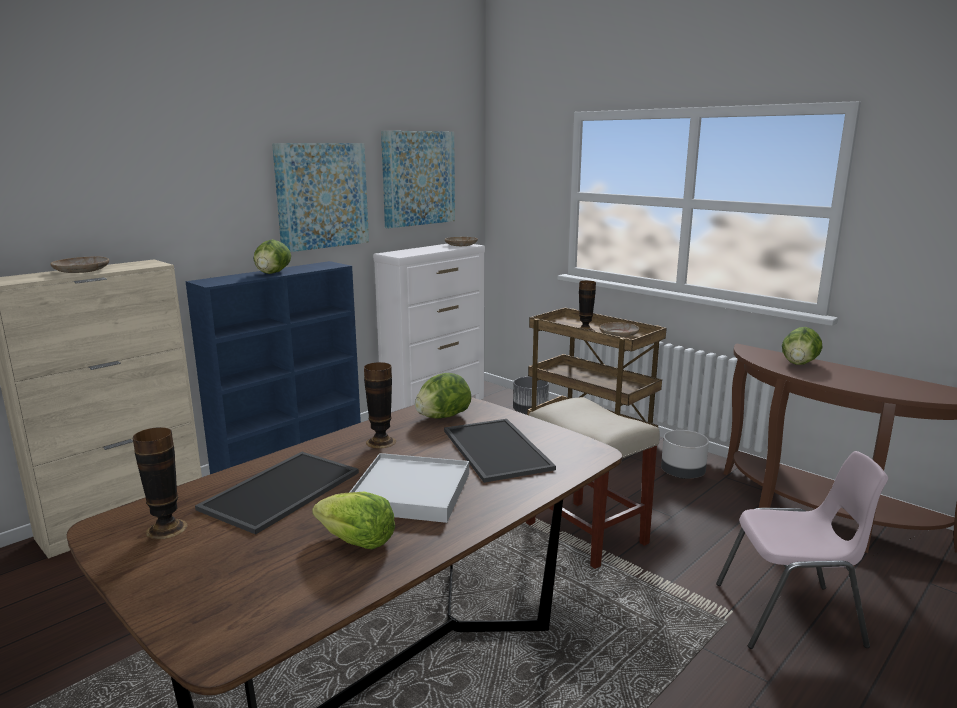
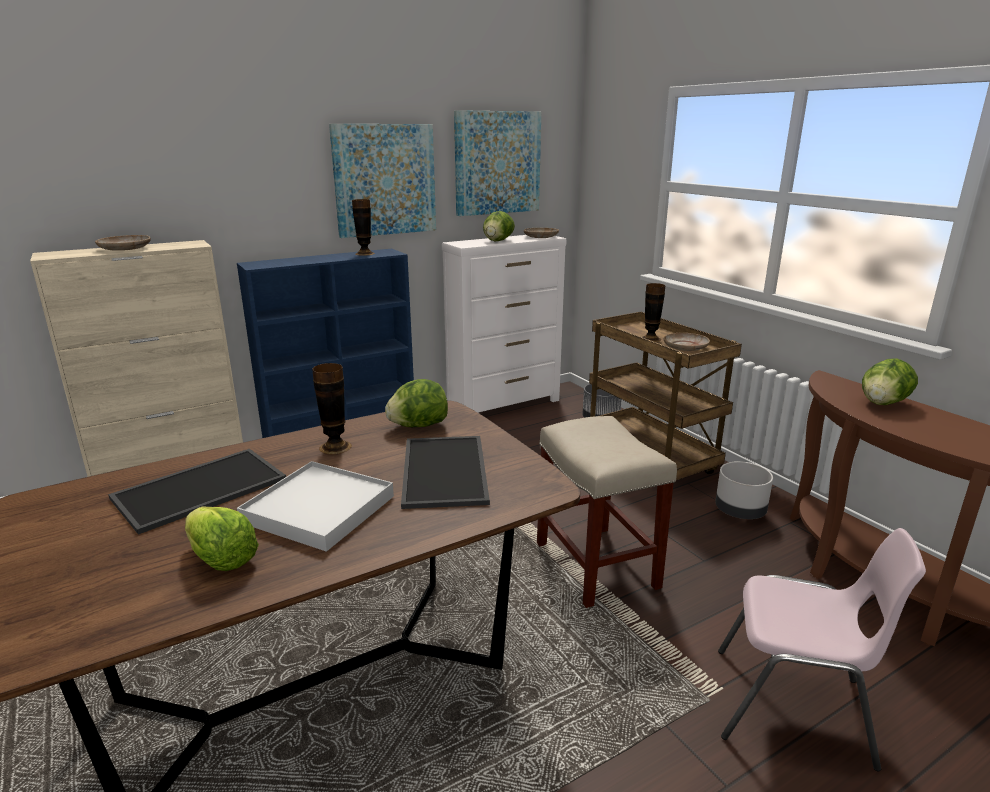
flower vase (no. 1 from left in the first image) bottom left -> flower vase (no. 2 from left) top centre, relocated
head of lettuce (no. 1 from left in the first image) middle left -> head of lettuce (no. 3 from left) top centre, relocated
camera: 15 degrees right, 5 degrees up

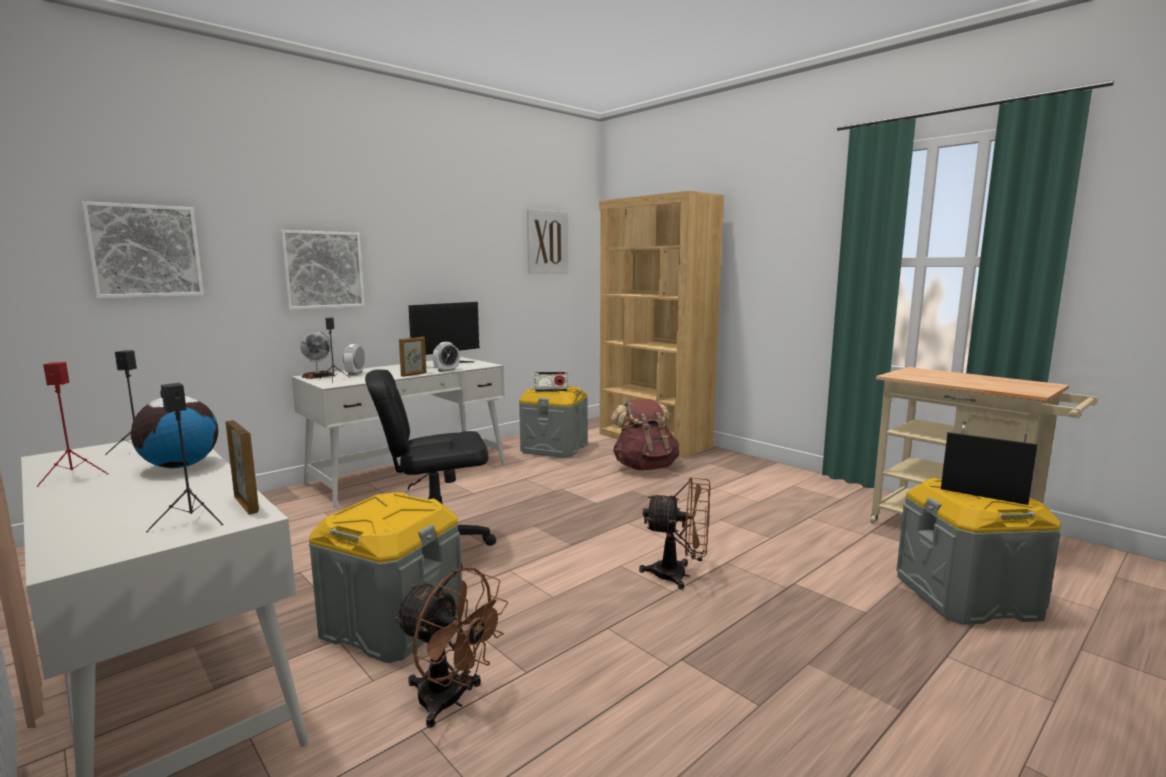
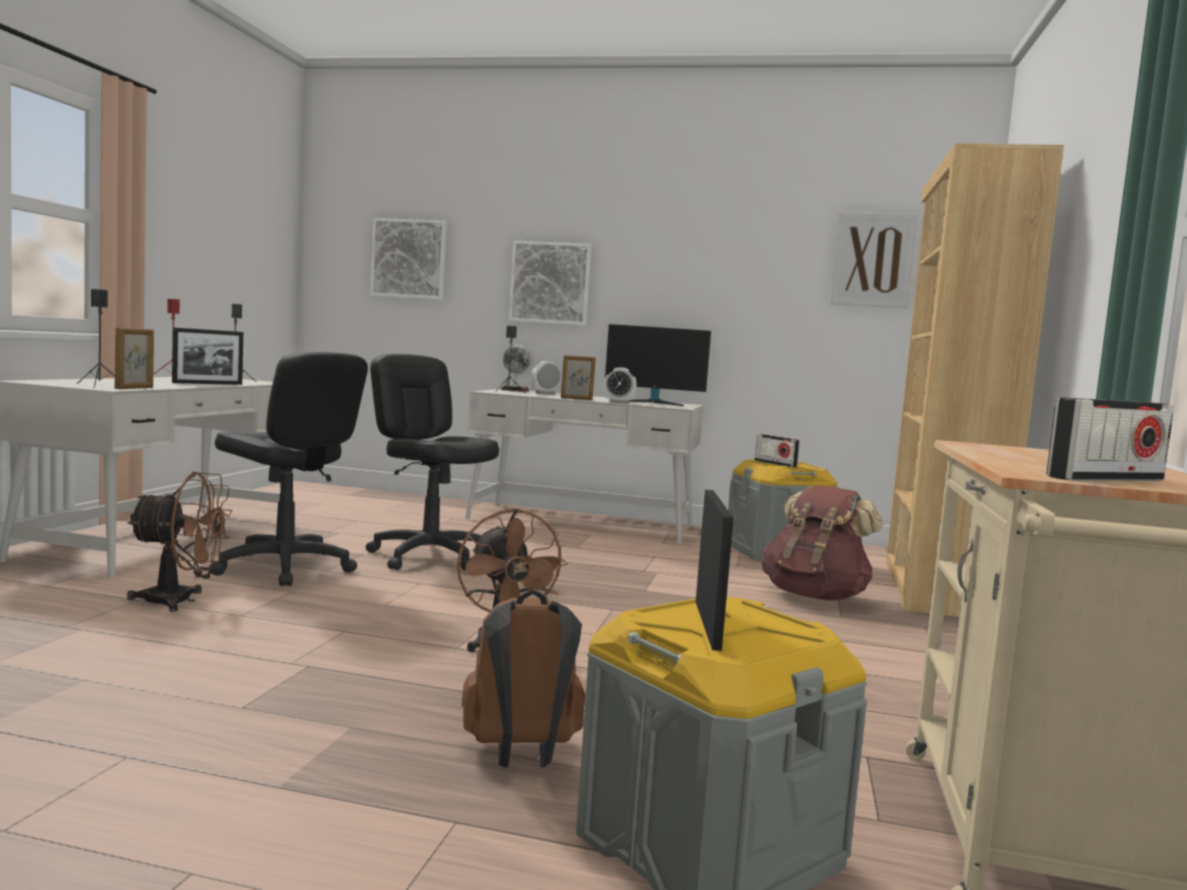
none -> rucksack/brown-coloured (no. 1 from left) bottom centre
none -> radio set (no. 2 from left) middle right
desk globe (no. 1 from left) middle left -> picture frame (no. 2 from left) middle left
storage container/greyish (no. 1 from left) bottom left -> desk chair/black-coloured (no. 1 from left) middle left
cooling fan/brown-coloured (no. 1 from left) bottom centre -> cooling fan/brown-coloured (no. 1 from left) middle left, 90 degrees counterclockwise
camera: 55 degrees right, 5 degrees down

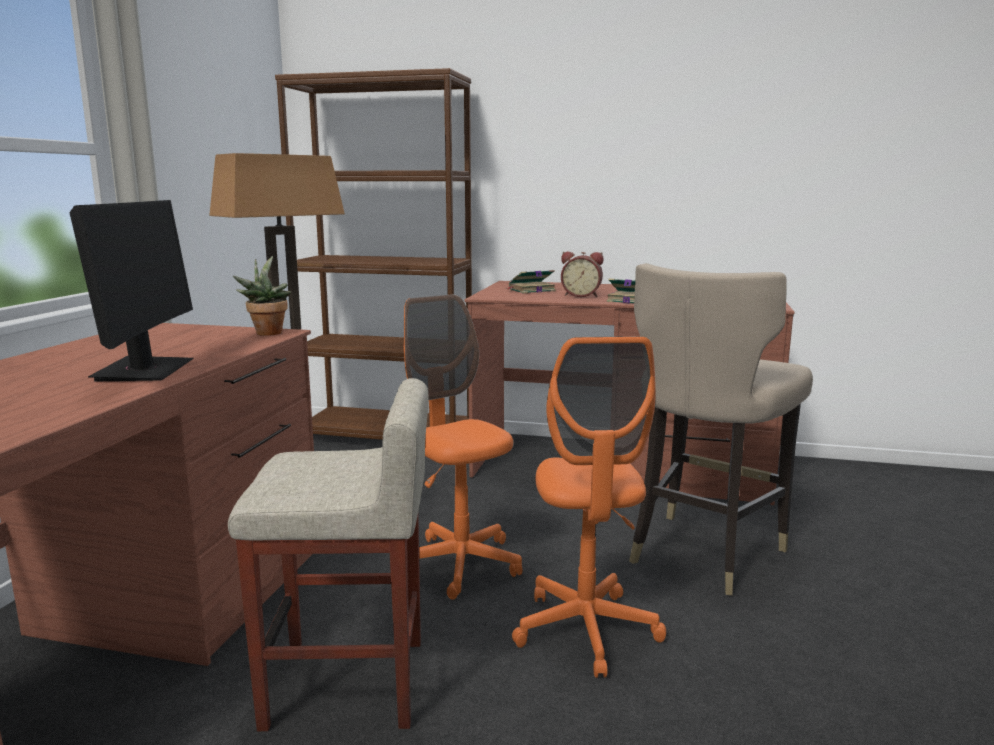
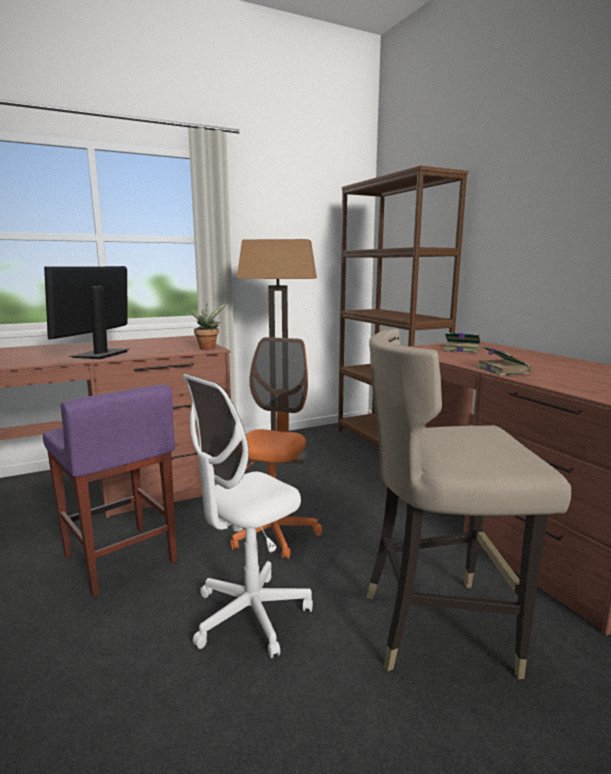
table clock centre -> none
sitting stool/beige-coloured (no. 1 from left) bottom left -> sitting stool/purple-coloured middle left
desk chair/orangey (no. 2 from left) bottom centre -> desk chair/white bottom centre
computer display middle left, 150 degrees clockwise
camera: 50 degrees right, 0 degrees up

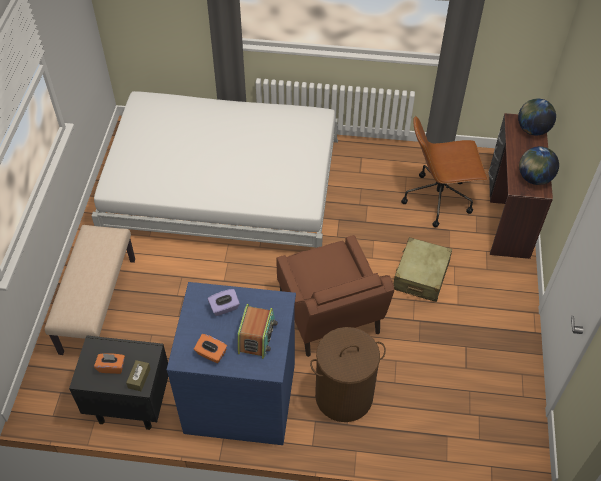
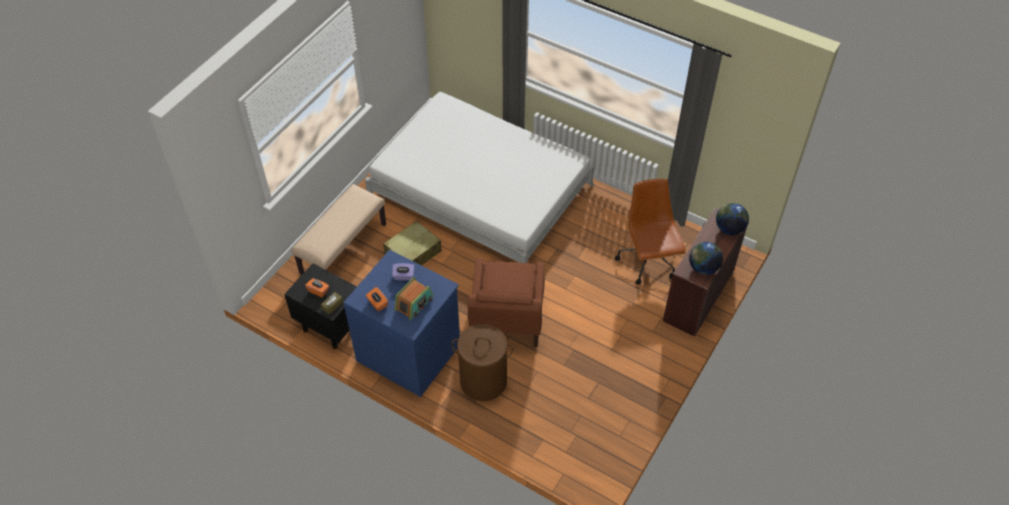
suitcase/beige-coloured middle right -> suitcase/beige-coloured centre, relocated
desk chair/brown-coloured middle right -> desk chair/brown-coloured centre, 60 degrees clockwise
camera: 25 degrees right, 0 degrees up

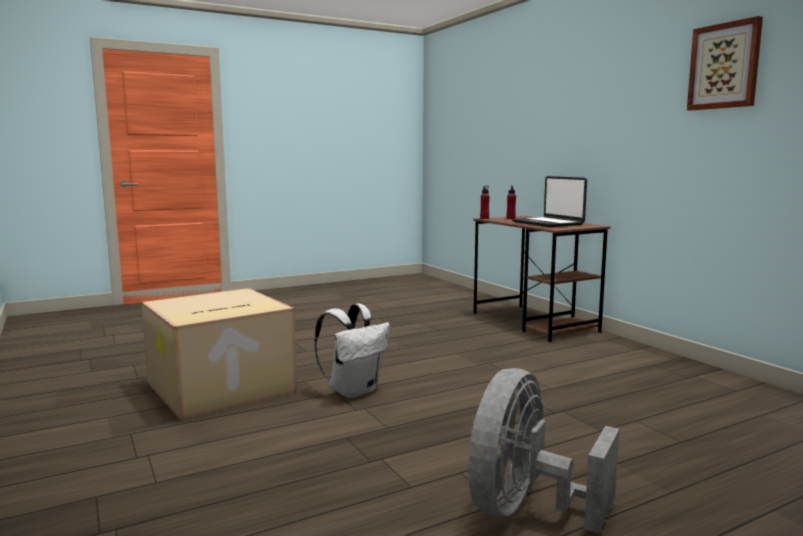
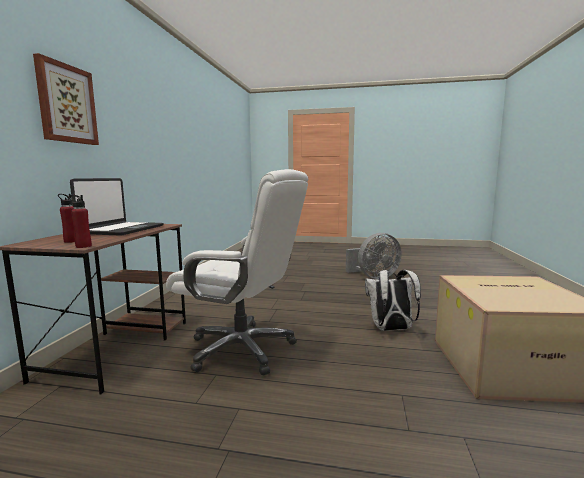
none -> desk chair/white centre
wall picture top right -> wall picture top left, relocated
camera: 140 degrees left, 0 degrees up

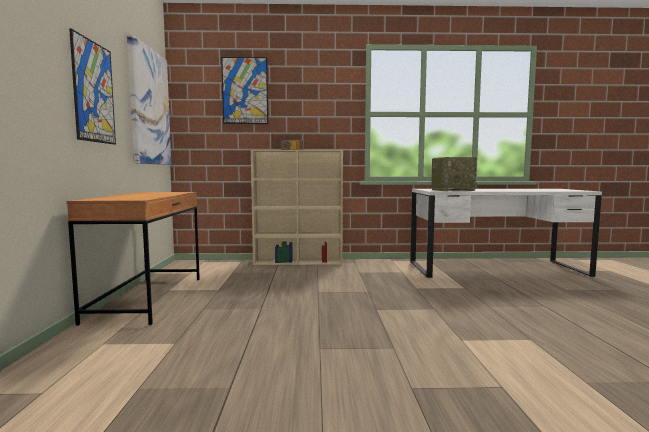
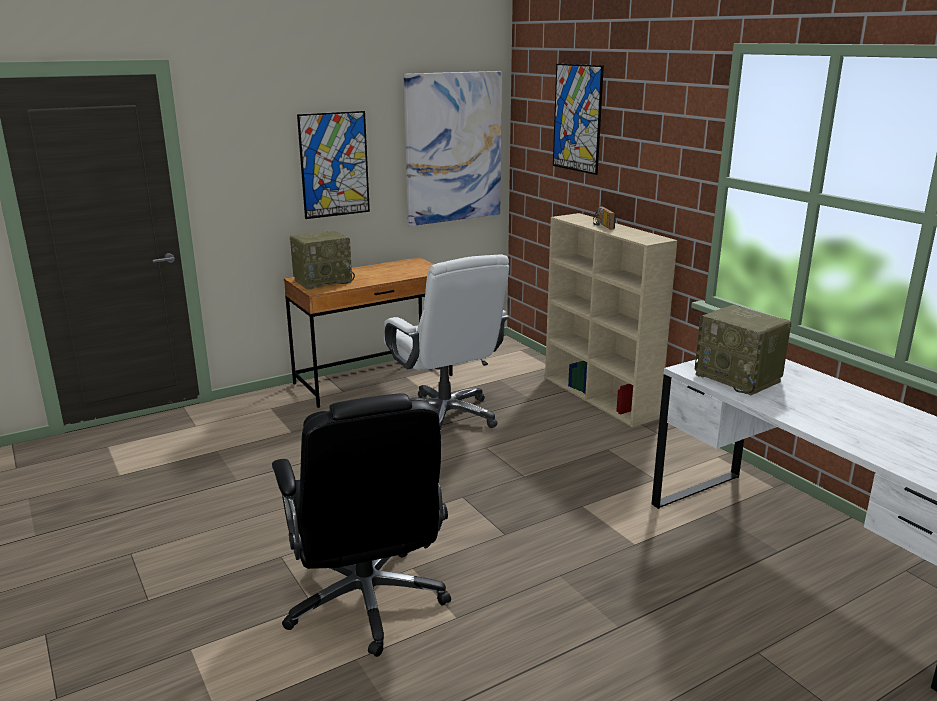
none -> desk chair/black-coloured bottom centre
none -> radio set (no. 1 from left) centre
none -> desk chair/white centre
camera: 60 degrees right, 15 degrees up

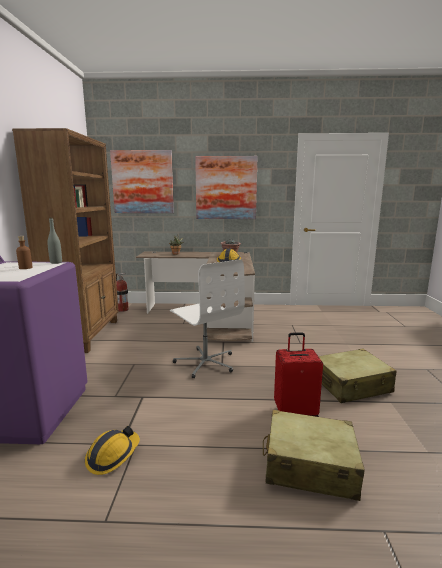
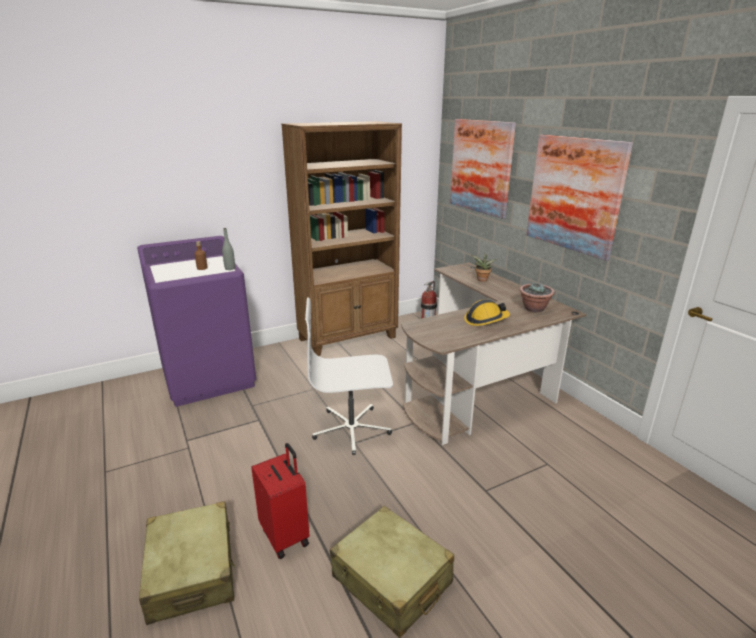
safety helmet (no. 1 from left) bottom left -> none
desk chair/white centre, 60 degrees clockwise
camera: 60 degrees right, 10 degrees up

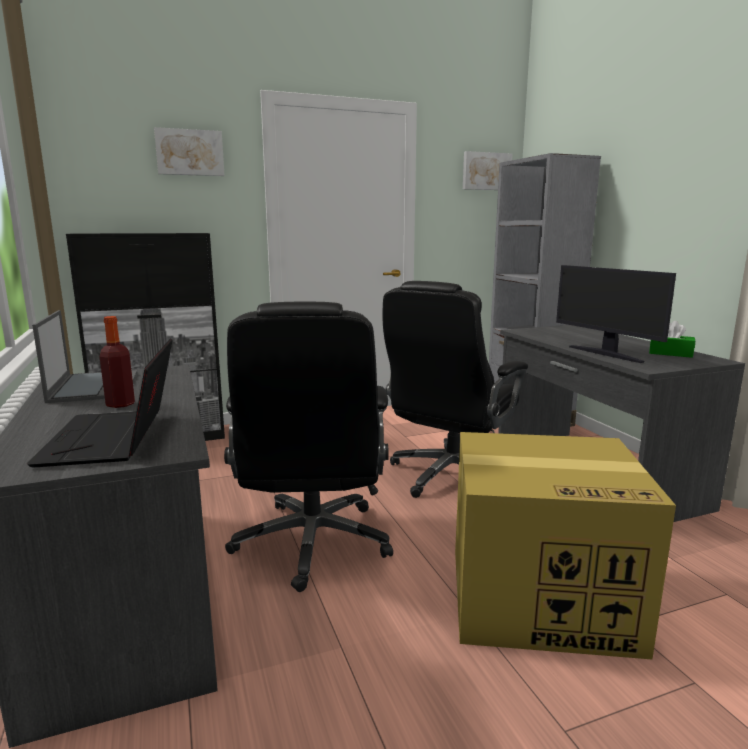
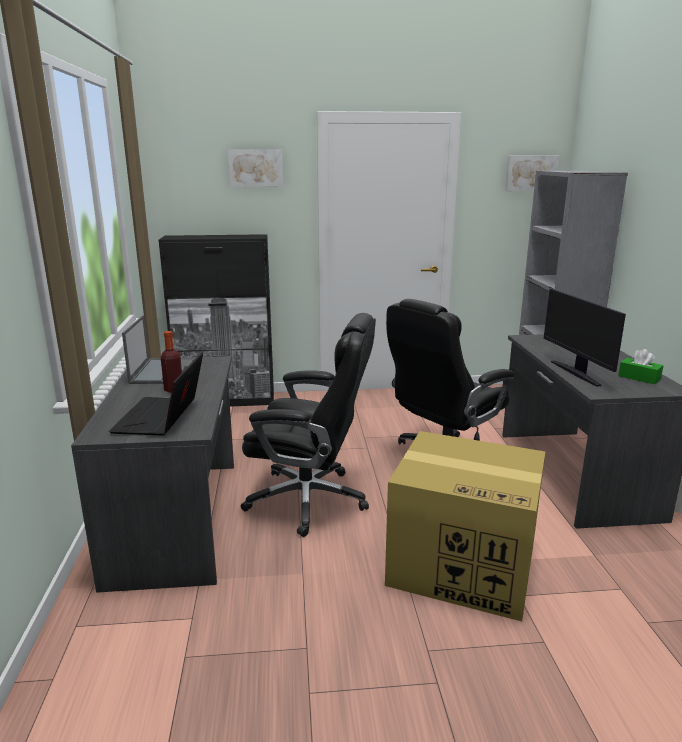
desk chair/black-coloured (no. 1 from left) centre, 90 degrees counterclockwise
camera: 15 degrees right, 5 degrees up

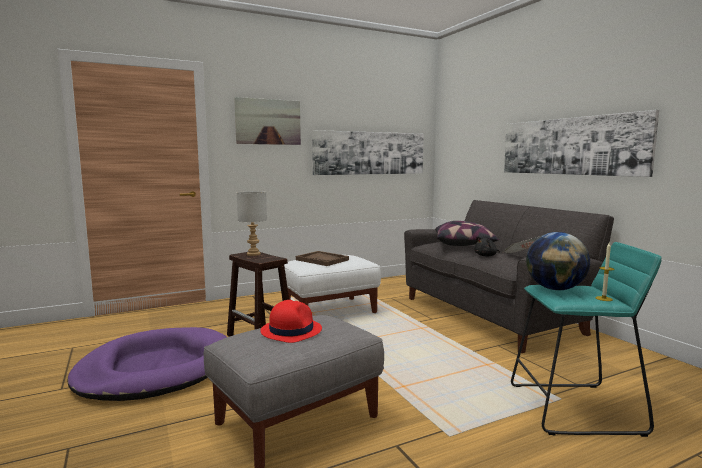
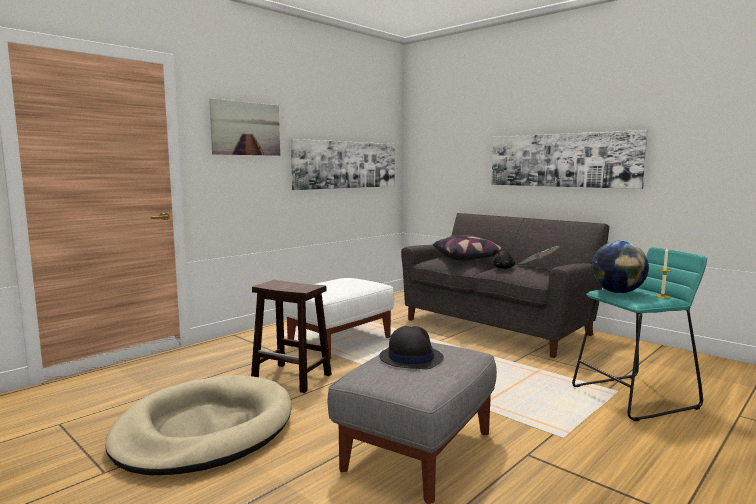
lamp for a table/greyish centre -> none
tray/brown-coloured centre -> none
dog bed/purple-coloured bottom left -> dog bed/beige-coloured bottom left
clothing hat/reddish bottom centre -> clothing hat/black-coloured bottom centre
camera: 20 degrees left, 0 degrees up

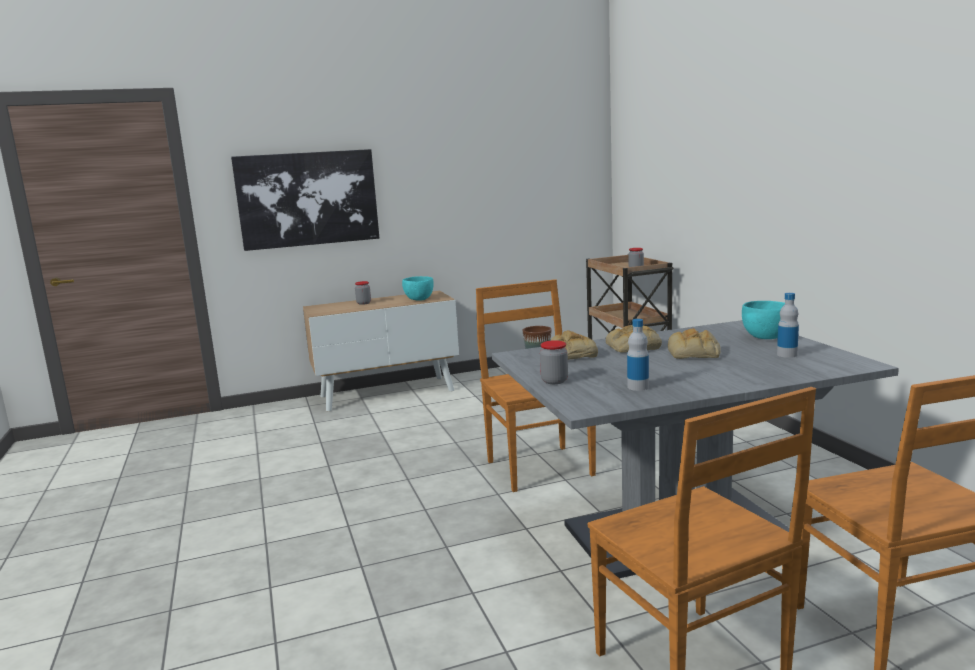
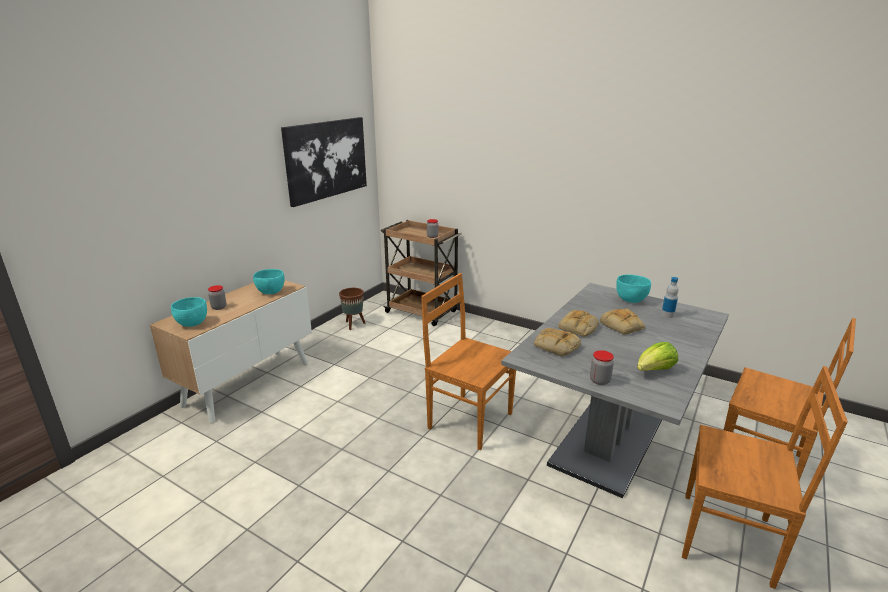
none -> serving bowl/turquoise-coloured (no. 1 from left) middle left
wall picture top left -> wall picture top centre, relocated
beverage bottle (no. 1 from left) centre -> head of lettuce middle right
camera: 40 degrees left, 10 degrees up

